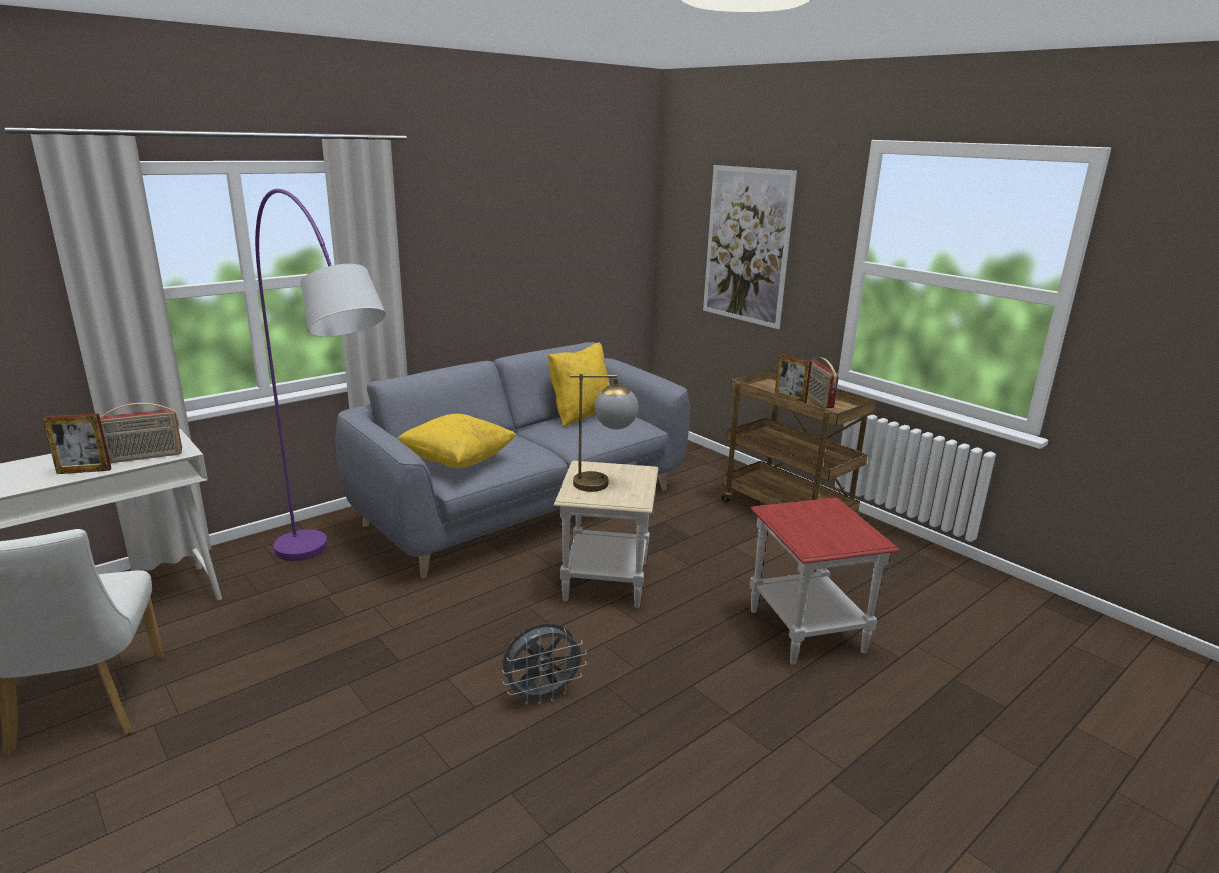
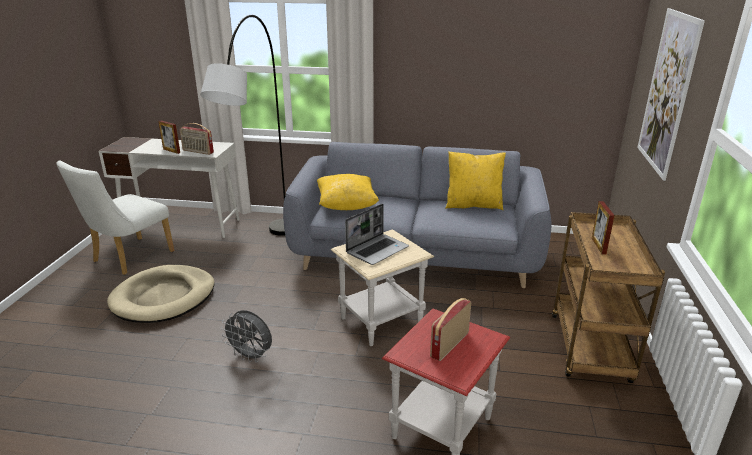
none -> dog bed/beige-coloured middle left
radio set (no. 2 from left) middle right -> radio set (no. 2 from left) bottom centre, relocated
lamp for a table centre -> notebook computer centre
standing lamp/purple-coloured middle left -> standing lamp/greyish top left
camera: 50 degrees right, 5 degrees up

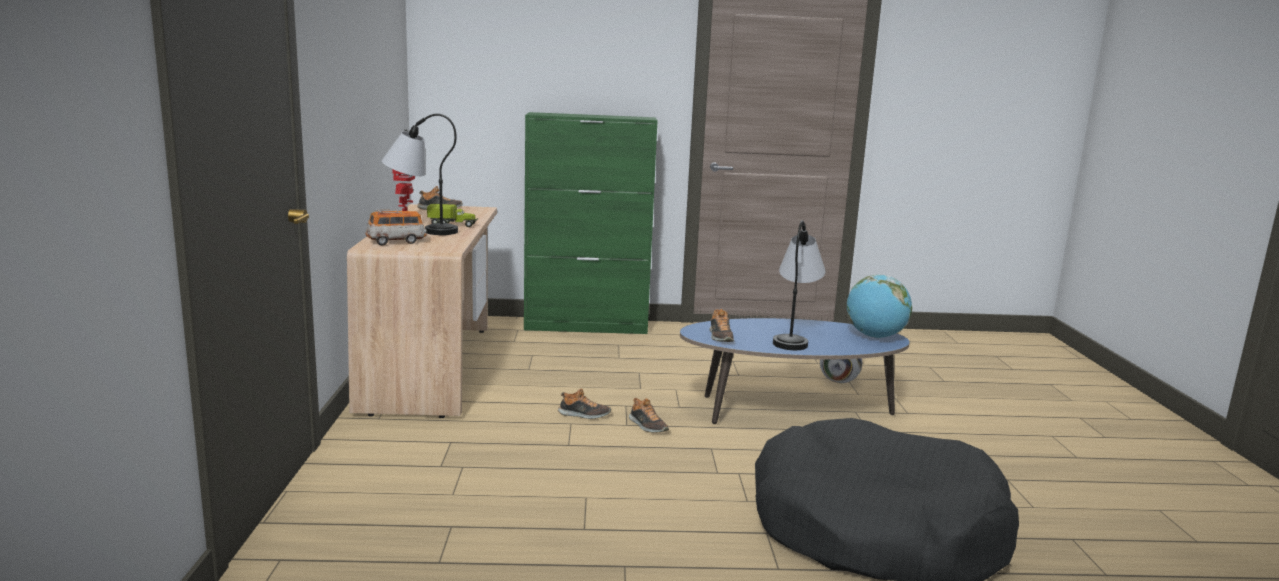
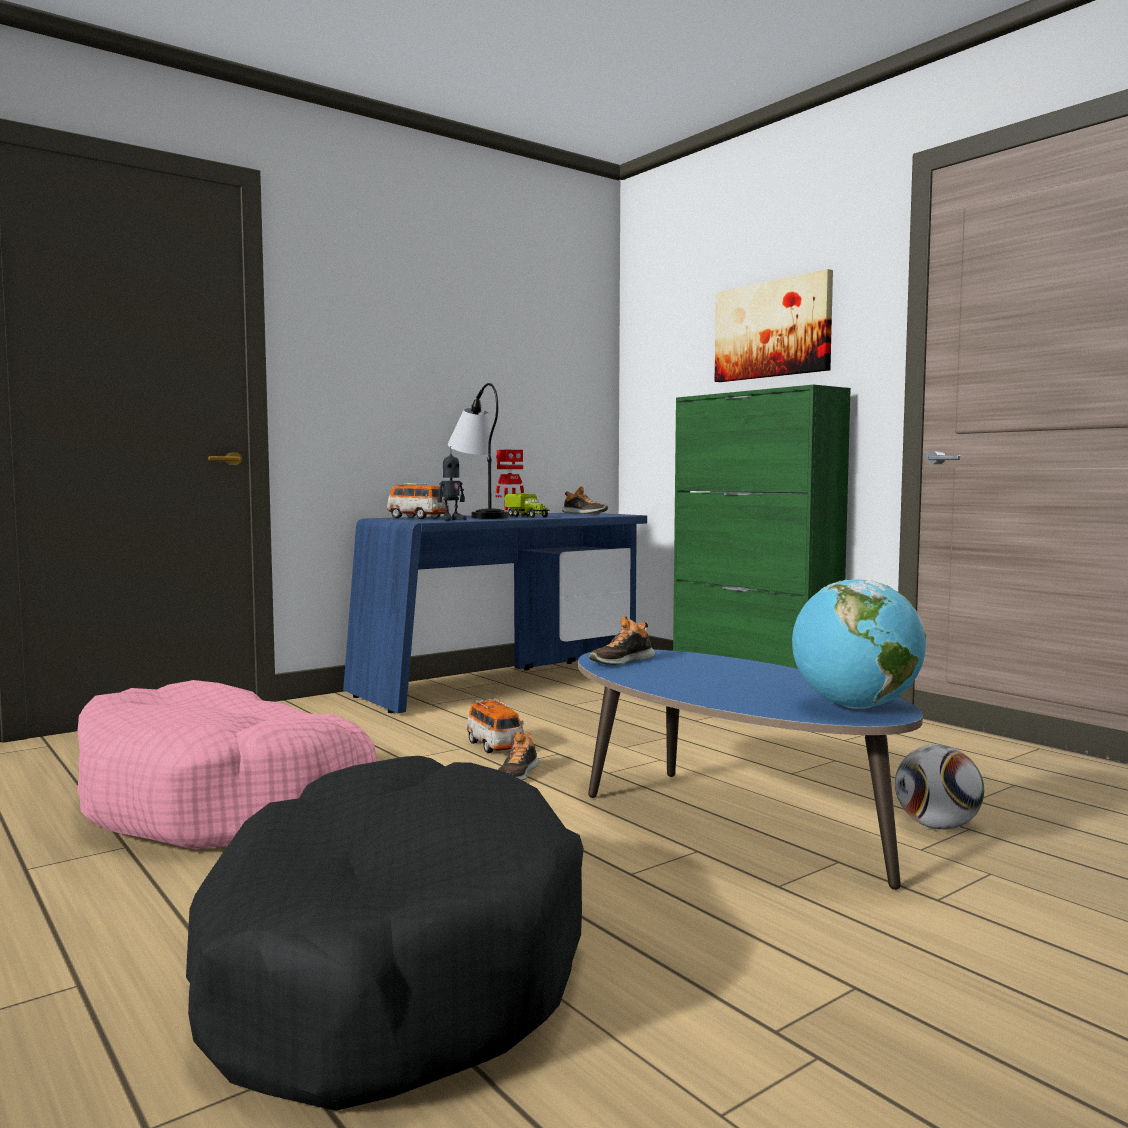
lamp for a table (no. 2 from left) centre -> none
none -> dog bed/pink bottom left
none -> robot figure (no. 1 from left) centre
none -> wall picture top right
low shoe (no. 2 from left) bottom centre -> miniature car (no. 2 from left) centre
desk table/beige-coloured middle left -> desk table/blue-coloured centre
camera: 55 degrees right, 10 degrees down

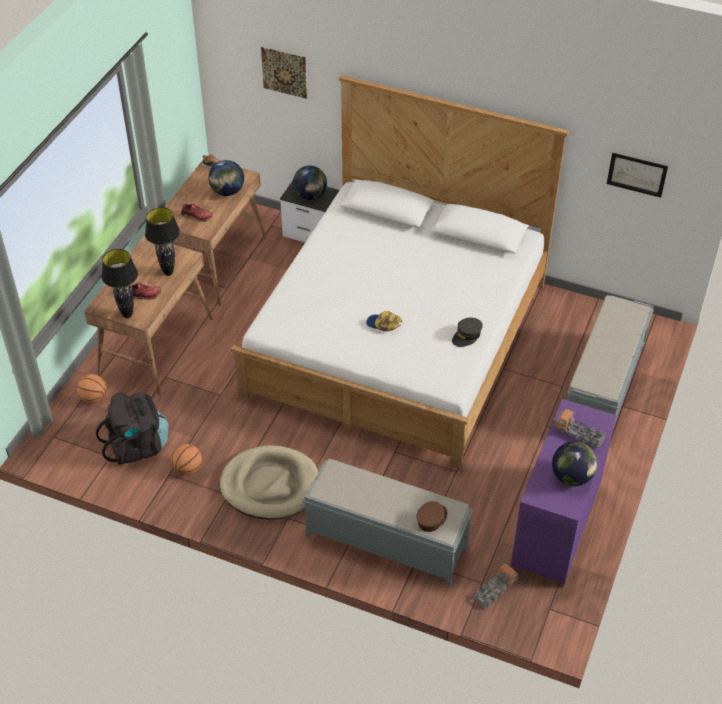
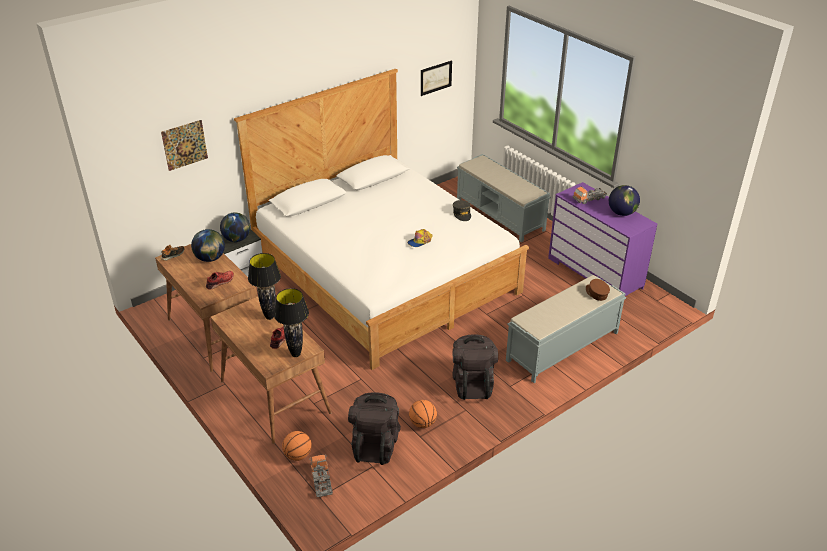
toy lorry (no. 1 from left) bottom right -> toy lorry (no. 1 from left) bottom centre, relocated
dog bed/beige-coloured bottom centre -> rucksack/black-coloured (no. 2 from left) centre
camera: 60 degrees left, 10 degrees down

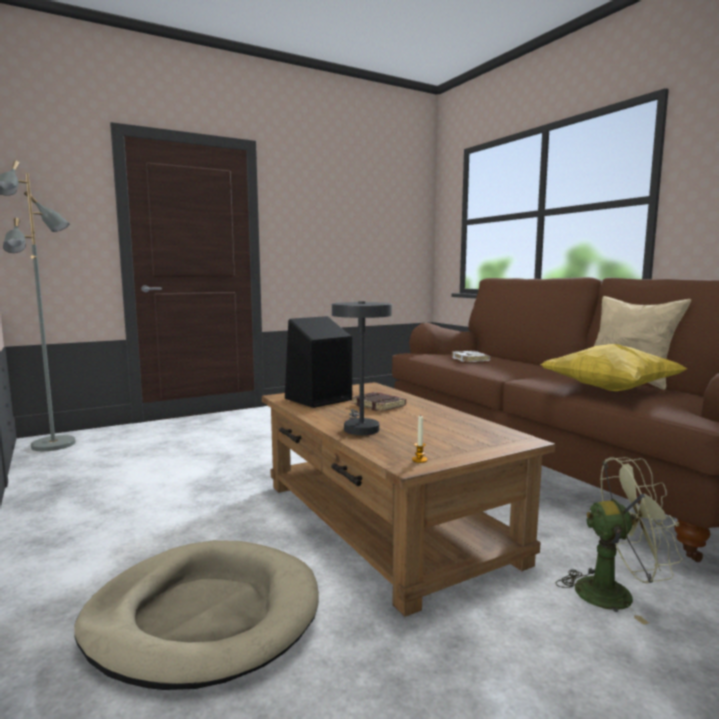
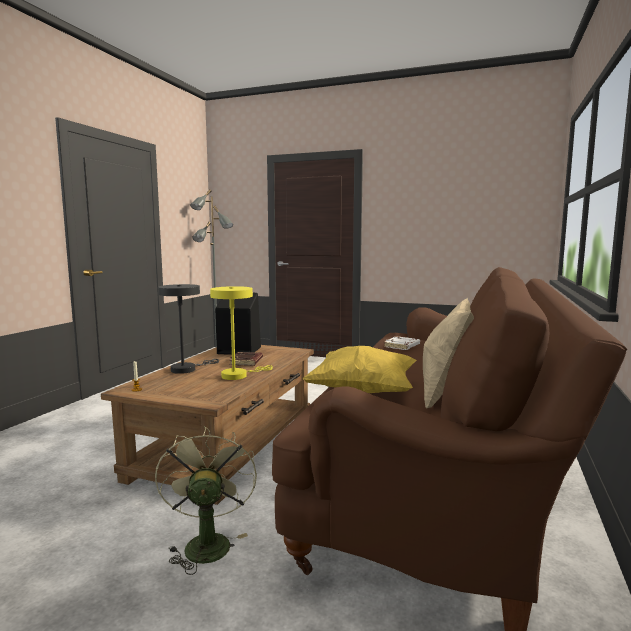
dog bed/beige-coloured bottom left -> none
none -> lamp for a table/yellowish centre
cooling fan/greenish bottom right -> cooling fan/greenish bottom left, 150 degrees counterclockwise
camera: 50 degrees right, 0 degrees up

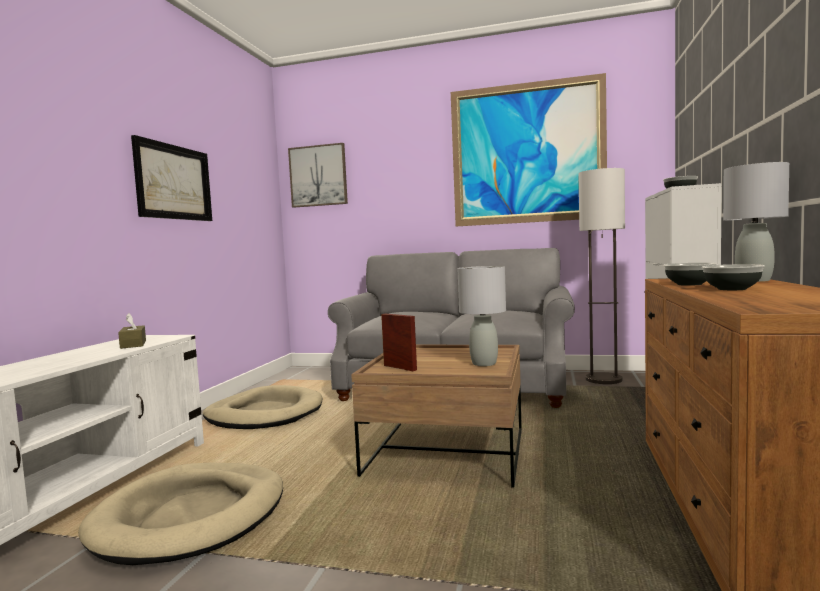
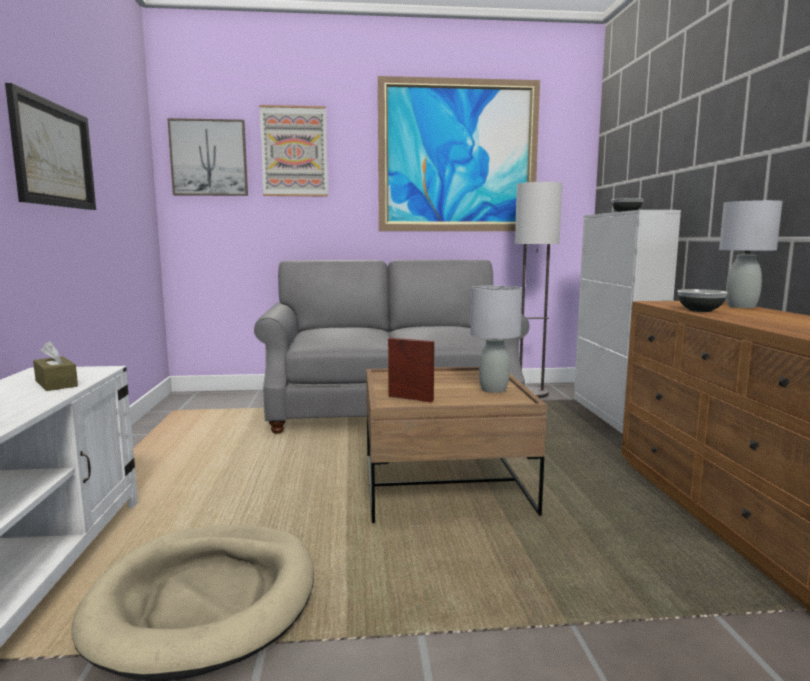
dog bed/beige-coloured (no. 2 from left) bottom left -> none
serving bowl (no. 3 from left) middle right -> none
none -> wall picture (no. 3 from left) top centre
camera: 20 degrees left, 5 degrees up

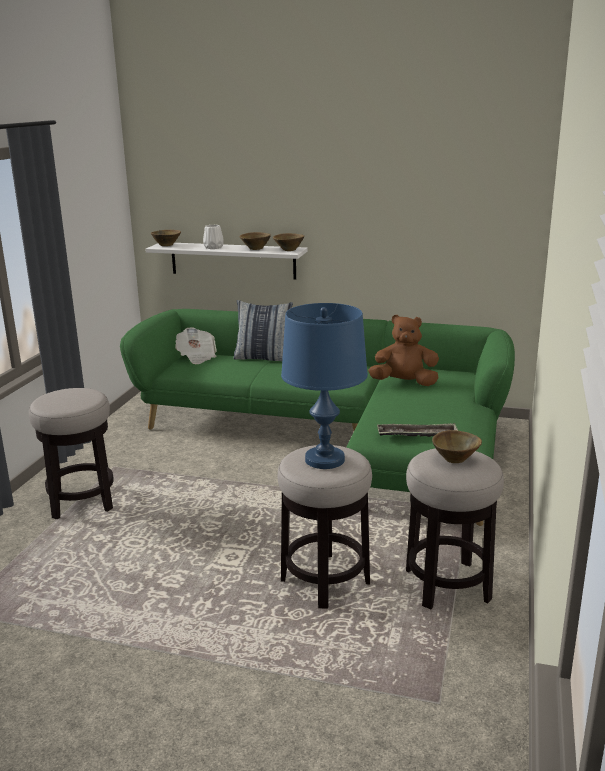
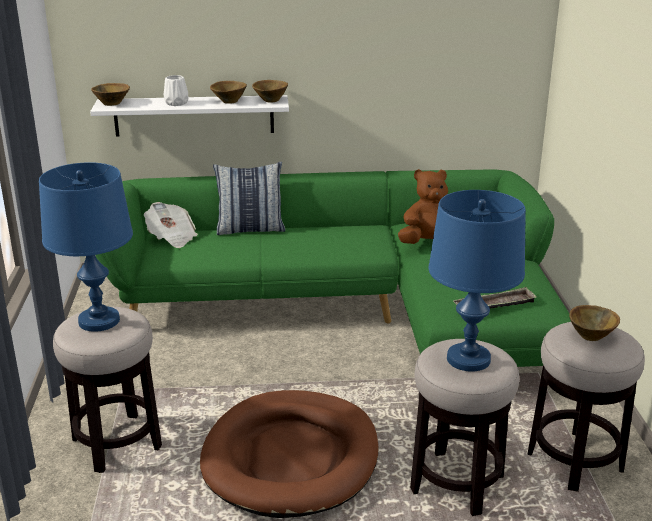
none -> lamp for a table/blue-coloured (no. 1 from left) middle left
none -> dog bed/brown-coloured bottom centre
camera: 20 degrees left, 5 degrees up

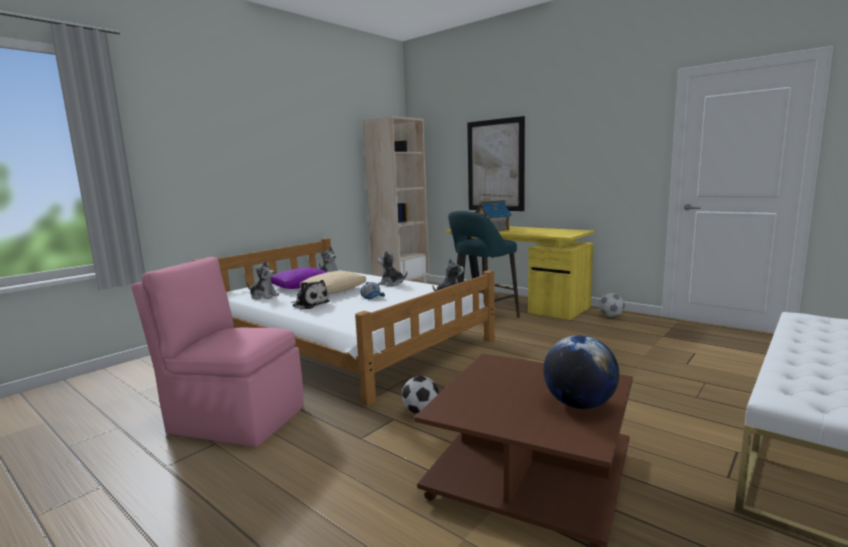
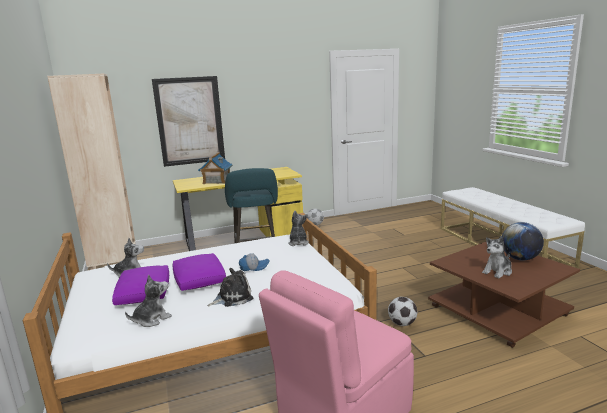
cuddly toy (no. 4 from left in the first image) centre -> cuddly toy (no. 5 from left) middle right, relocated
pillow/beige-coloured centre -> pillow/purple-coloured (no. 2 from left) middle left
camera: 60 degrees left, 5 degrees up

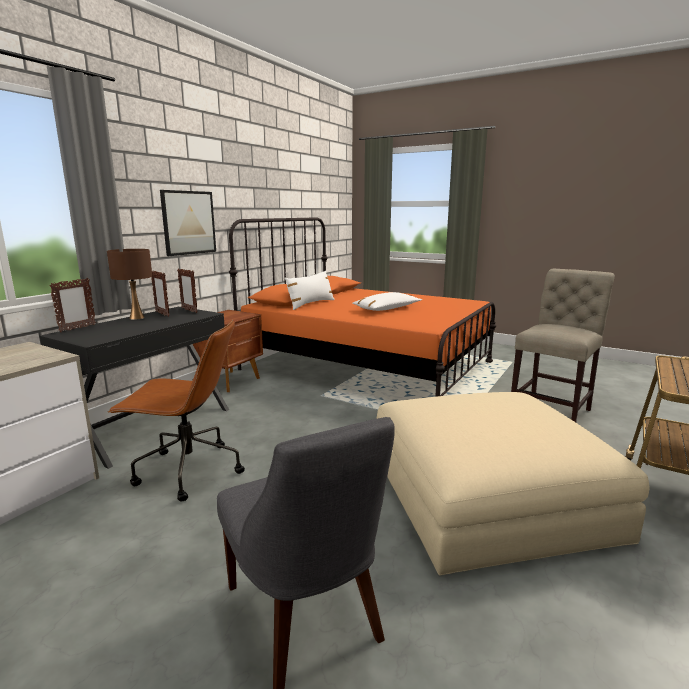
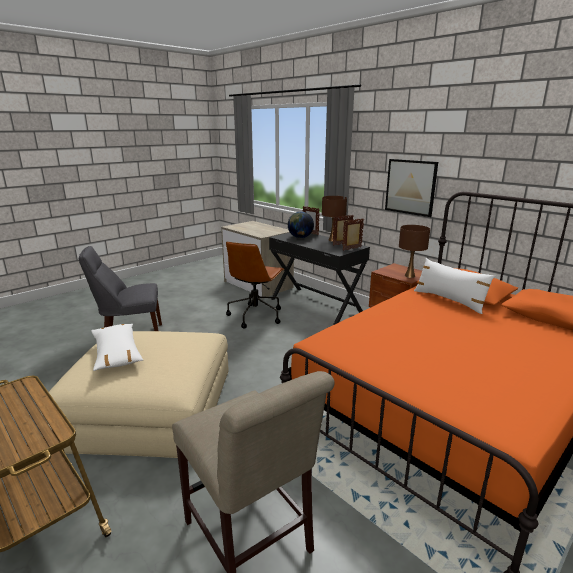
none -> desk globe centre
none -> lamp for a table/brown-coloured (no. 2 from left) middle right
pillow/white (no. 2 from left in the first image) centre -> pillow/white (no. 1 from left) middle left, relocated
camera: 105 degrees right, 5 degrees up

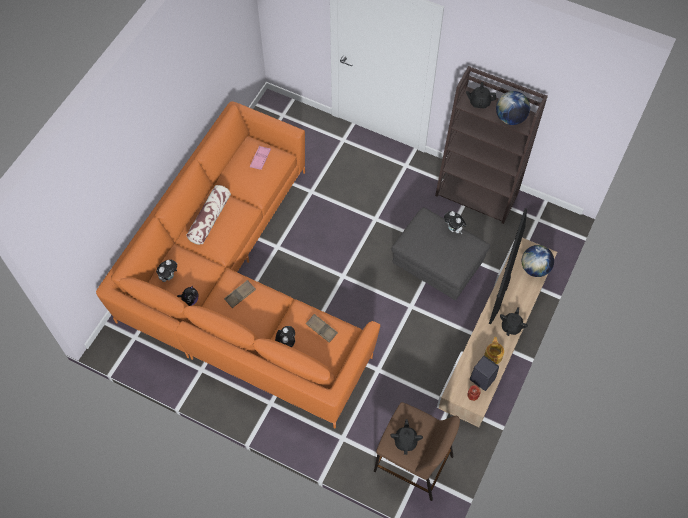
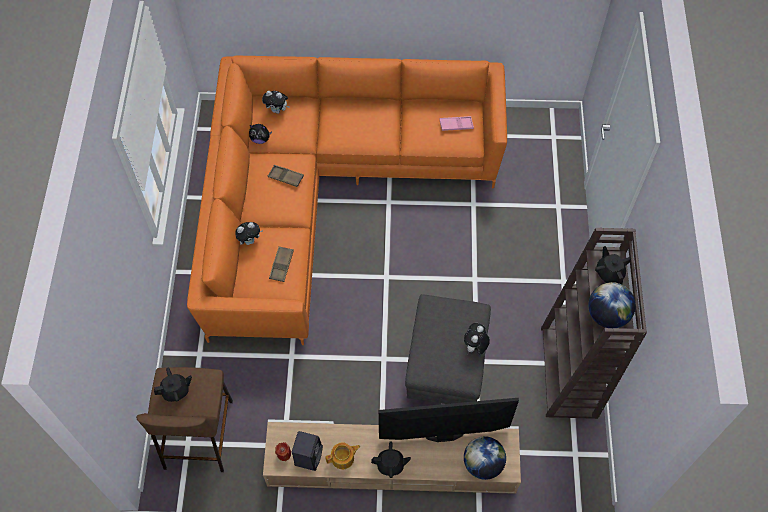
pillow middle left -> none
camera: 65 degrees right, 0 degrees up

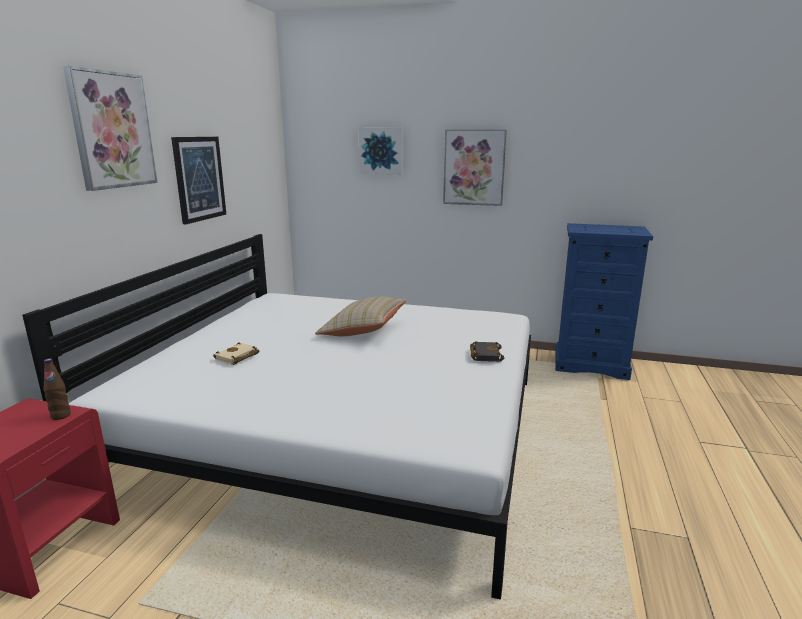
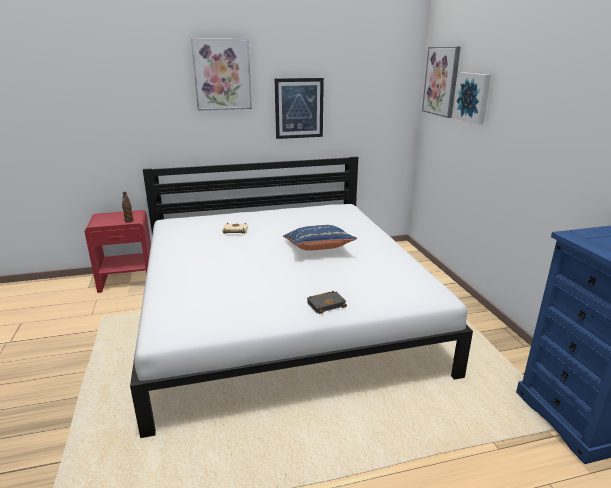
wall picture (no. 4 from left in the first image) top centre -> wall picture (no. 3 from left) top right, relocated
pillow/beige-coloured centre -> pillow/blue-coloured centre
camera: 60 degrees right, 5 degrees up

